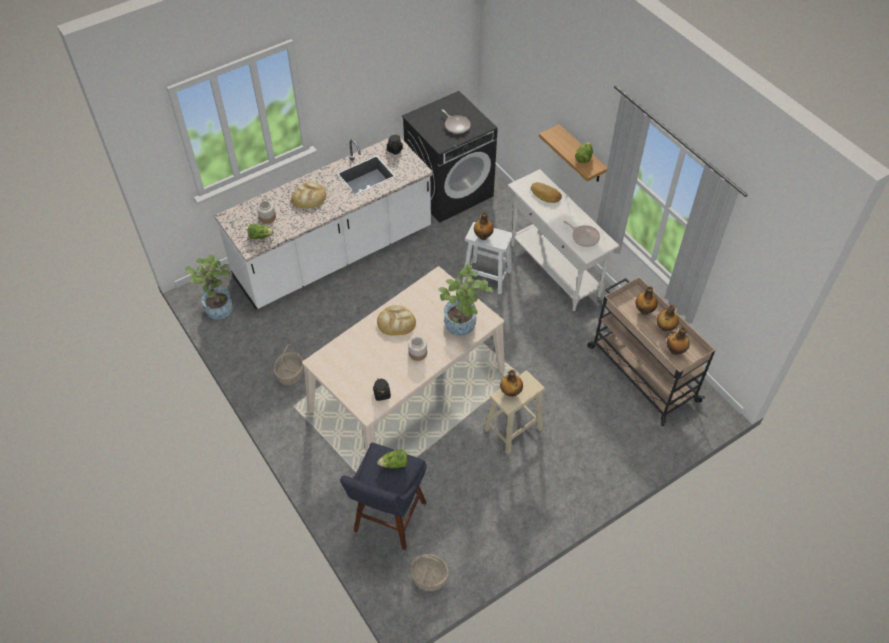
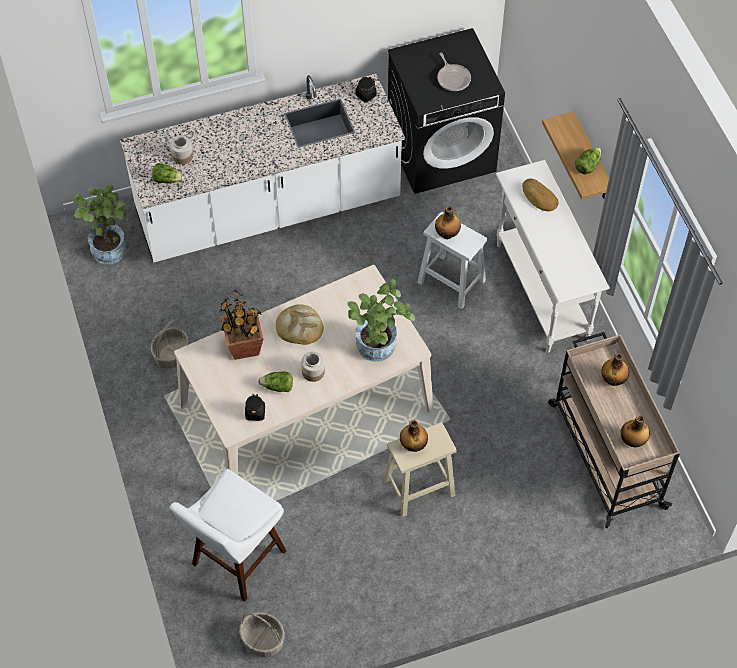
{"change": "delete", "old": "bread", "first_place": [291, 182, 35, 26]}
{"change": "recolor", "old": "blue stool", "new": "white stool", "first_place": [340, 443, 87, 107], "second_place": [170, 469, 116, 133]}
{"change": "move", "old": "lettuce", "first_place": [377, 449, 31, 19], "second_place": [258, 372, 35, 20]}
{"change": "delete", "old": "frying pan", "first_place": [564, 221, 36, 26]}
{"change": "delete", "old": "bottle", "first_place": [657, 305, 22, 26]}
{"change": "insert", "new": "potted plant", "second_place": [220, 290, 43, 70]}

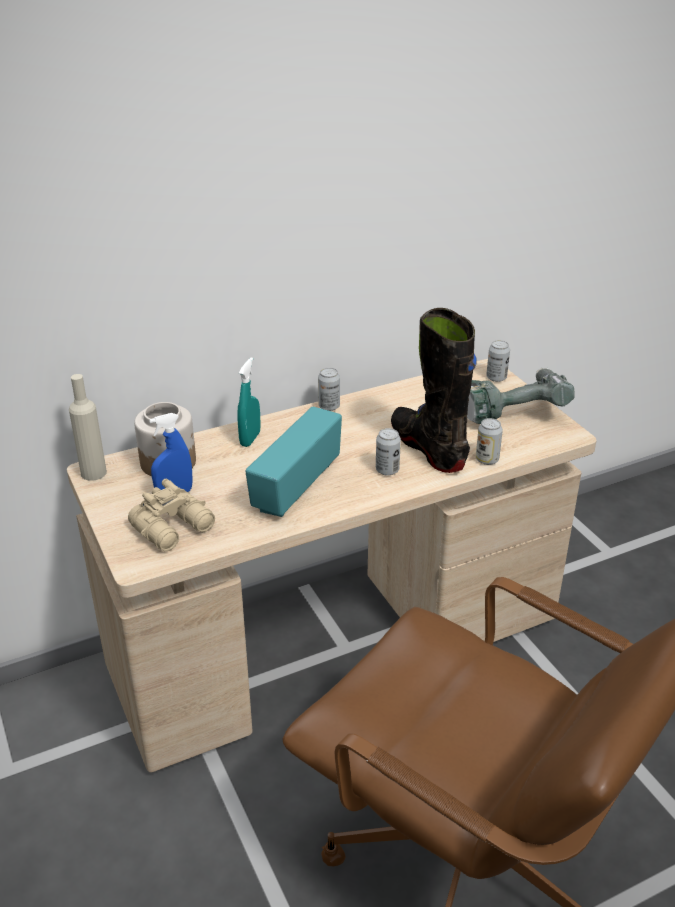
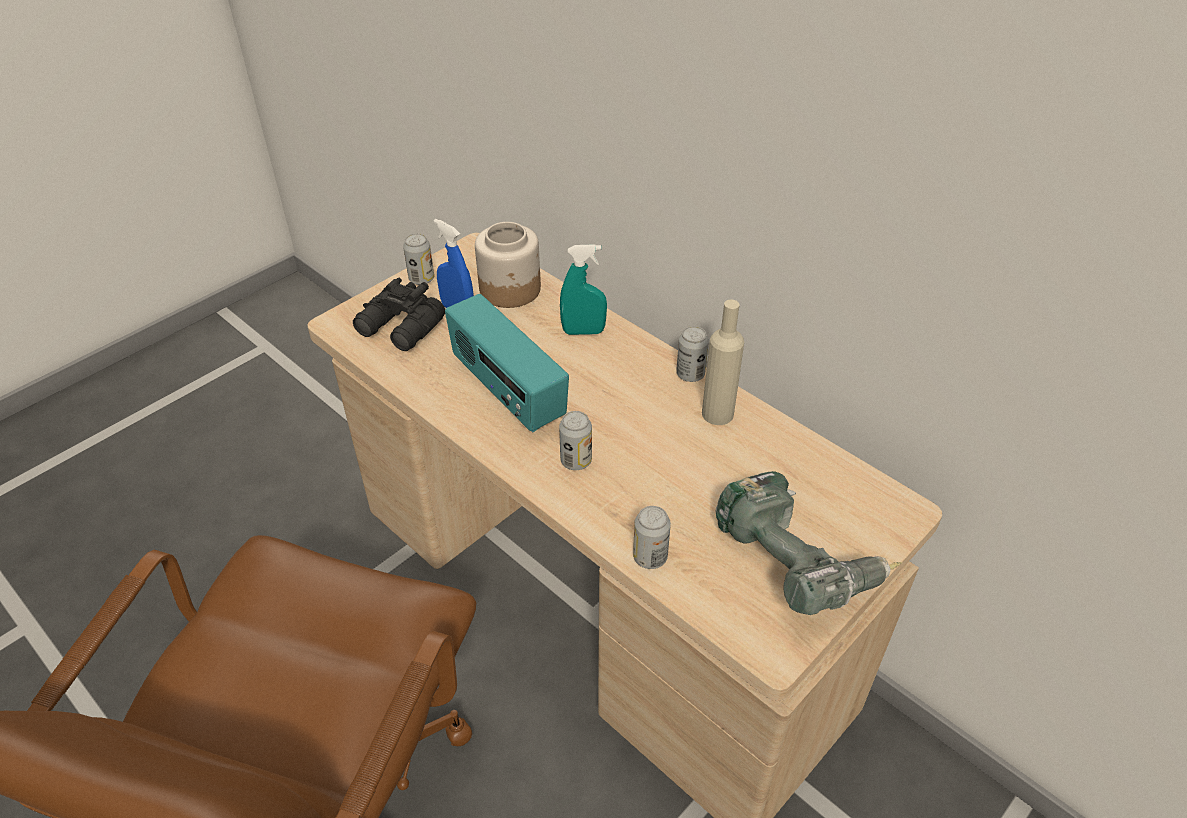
{"change": "move", "old": "beige bottle", "first_place": [69, 374, 38, 107], "second_place": [702, 299, 42, 126]}
{"change": "recolor", "old": "beige binoculars", "new": "black binoculars", "first_place": [128, 479, 87, 72], "second_place": [353, 278, 92, 73]}
{"change": "rotate", "old": "radio", "first_place": [245, 407, 97, 110], "second_place": [445, 294, 124, 138], "degrees": -135}
{"change": "delete", "old": "black boot", "first_place": [391, 308, 86, 165]}
{"change": "move", "old": "can", "first_place": [486, 340, 24, 42], "second_place": [403, 233, 31, 52]}

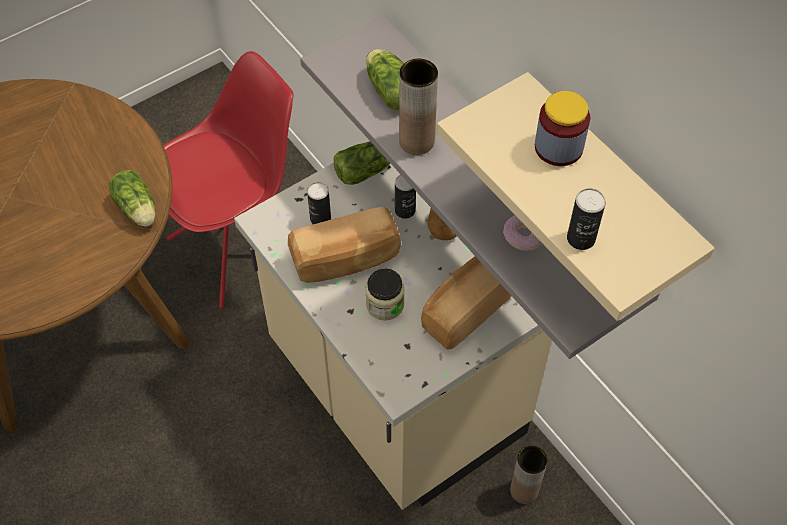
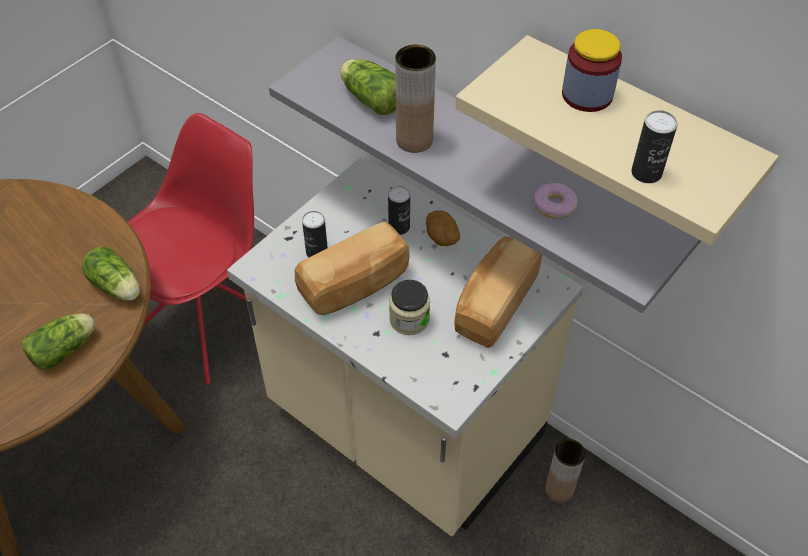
{"change": "move", "old": "lettuce", "first_place": [334, 142, 56, 43], "second_place": [22, 313, 73, 57]}

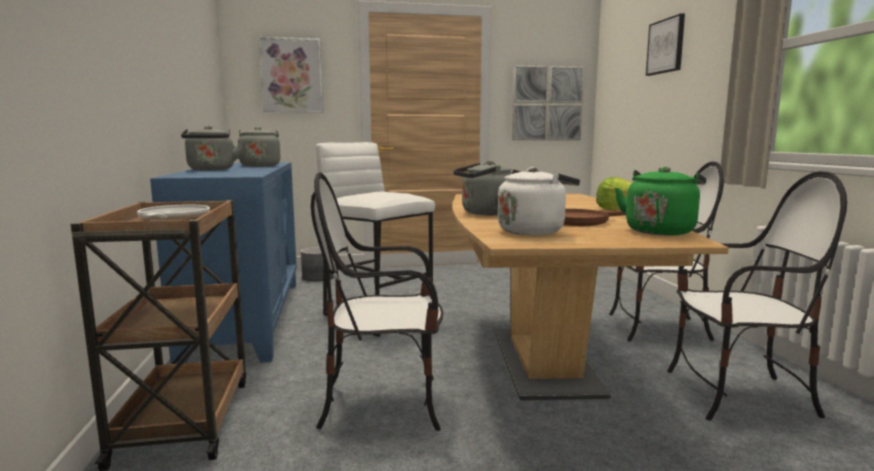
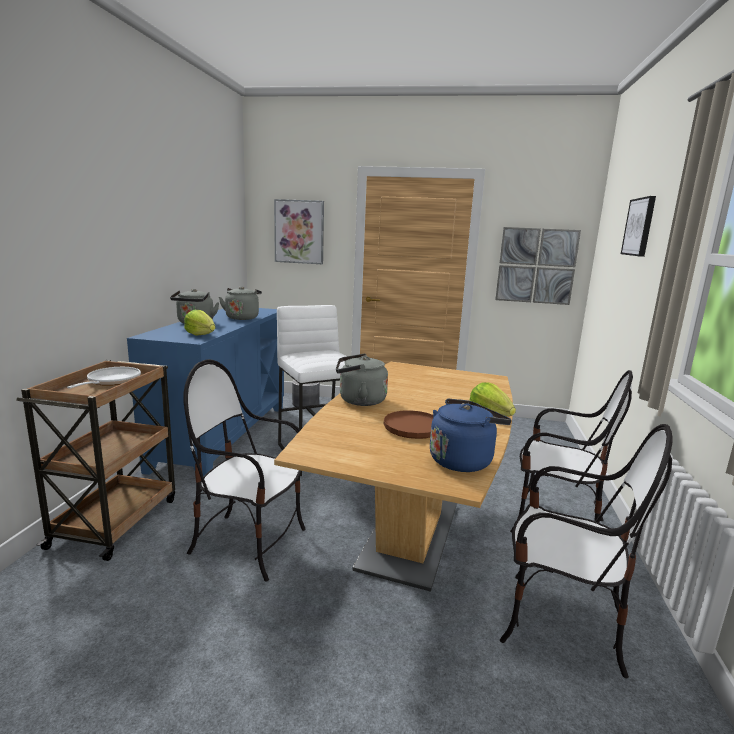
{"change": "delete", "old": "white kettle", "first_place": [498, 167, 82, 68]}
{"change": "recolor", "old": "green kettle", "new": "blue kettle", "first_place": [615, 167, 91, 69], "second_place": [430, 398, 81, 74]}
{"change": "insert", "new": "lettuce", "second_place": [184, 310, 31, 25]}

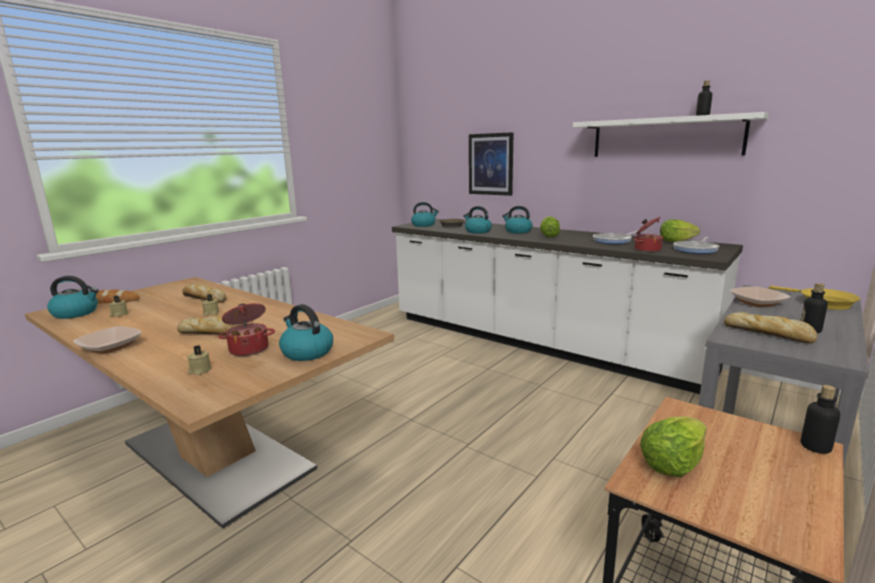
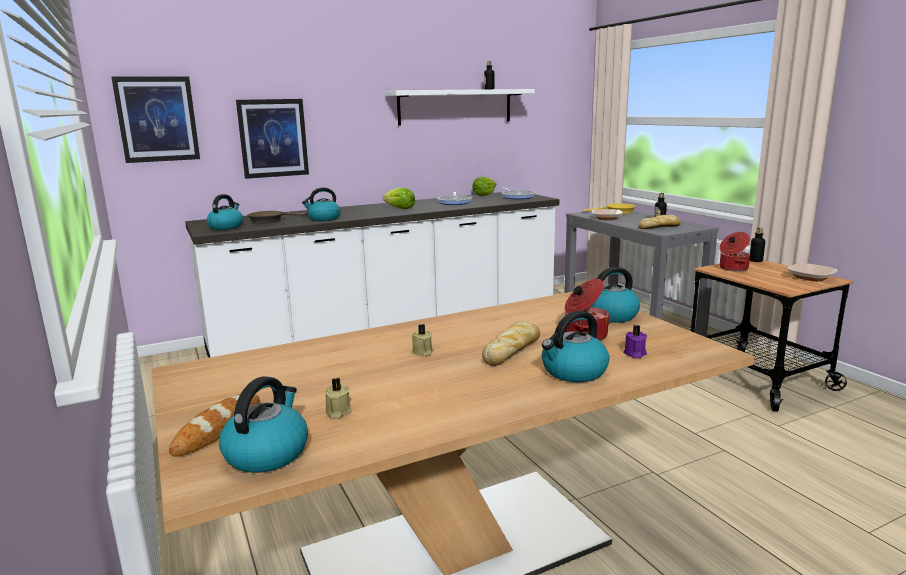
{"change": "move", "old": "bowl", "first_place": [73, 326, 69, 28], "second_place": [787, 263, 51, 19]}
{"change": "delete", "old": "bread", "first_place": [182, 284, 44, 19]}
{"change": "recolor", "old": "beige candle", "new": "purple candle", "first_place": [187, 345, 25, 30], "second_place": [623, 325, 24, 33]}
{"change": "move", "old": "kettle", "first_place": [502, 206, 30, 27], "second_place": [542, 310, 67, 72]}
{"change": "move", "old": "cooking pot", "first_place": [634, 217, 29, 35], "second_place": [719, 232, 31, 39]}
{"change": "delete", "old": "lettuce", "first_place": [640, 416, 67, 61]}
{"change": "insert", "new": "picture", "second_place": [111, 76, 89, 87]}

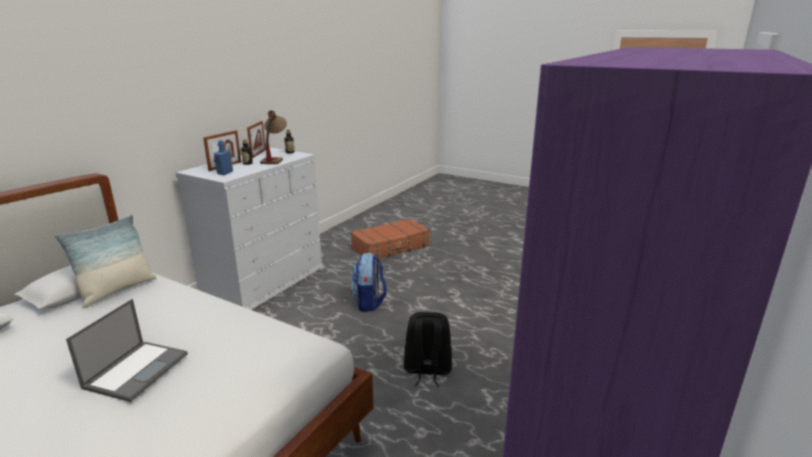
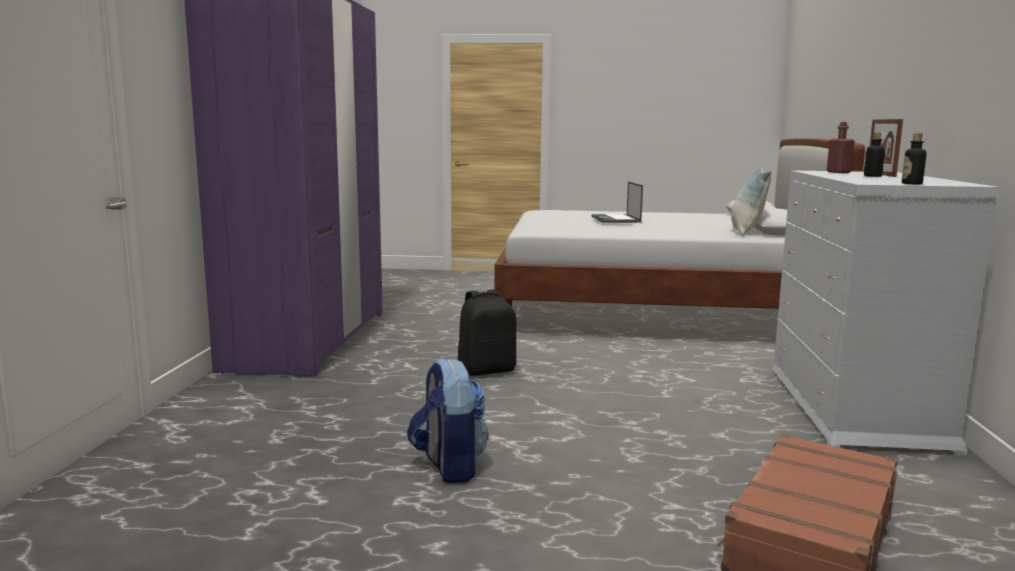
{"change": "recolor", "old": "blue bottle", "new": "red bottle", "first_place": [214, 140, 19, 35], "second_place": [827, 122, 28, 51]}
{"change": "delete", "old": "picture frame", "first_place": [247, 121, 19, 37]}
{"change": "delete", "old": "table lamp", "first_place": [260, 110, 27, 54]}
{"change": "move", "old": "backpack", "first_place": [350, 253, 37, 59], "second_place": [407, 357, 81, 126]}

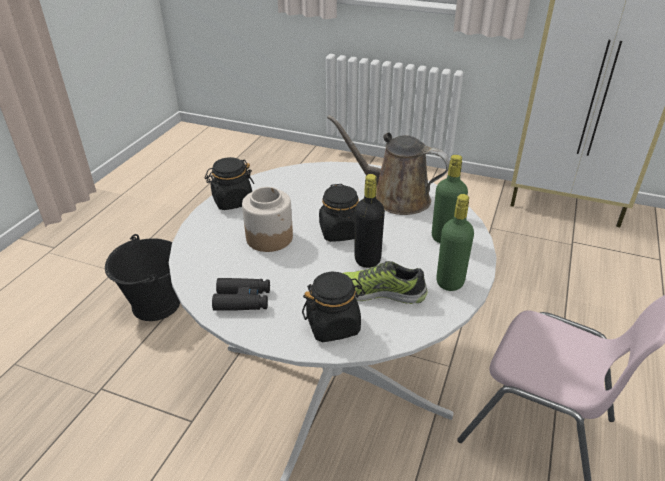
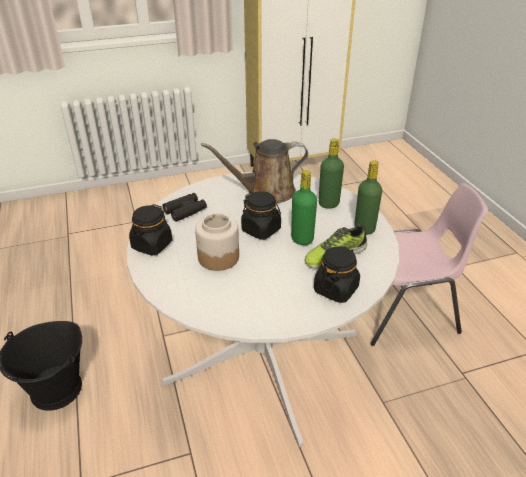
{"change": "move", "old": "black binoculars", "first_place": [212, 278, 58, 33], "second_place": [162, 193, 45, 29]}
{"change": "recolor", "old": "black bottle", "new": "green bottle", "first_place": [354, 174, 31, 94], "second_place": [291, 170, 26, 75]}

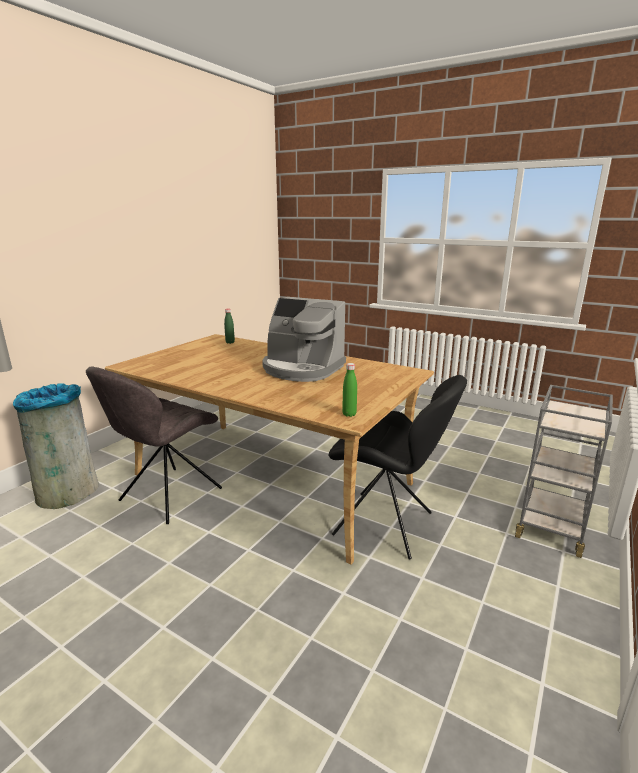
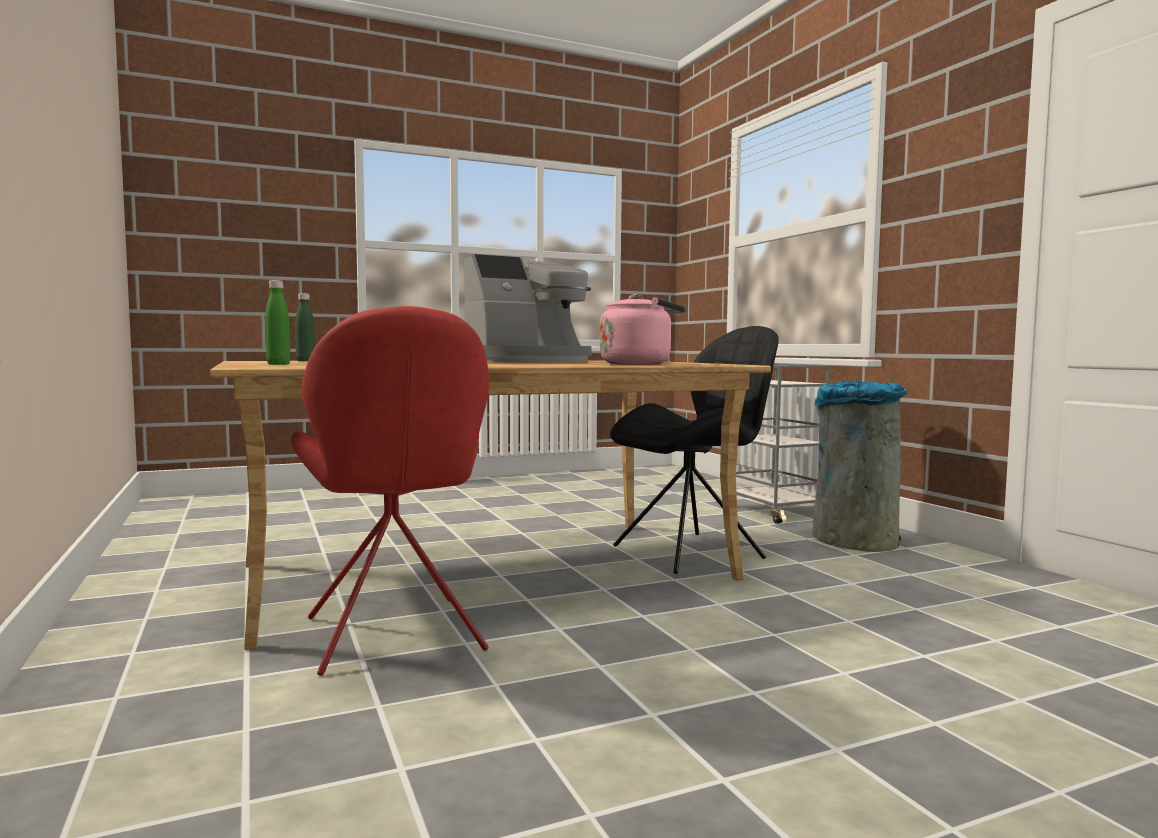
{"change": "move", "old": "grey trash can", "first_place": [13, 383, 86, 126], "second_place": [812, 381, 95, 171]}
{"change": "recolor", "old": "grey chair", "new": "red chair", "first_place": [86, 366, 136, 158], "second_place": [291, 306, 198, 370]}
{"change": "move", "old": "green bottle", "first_place": [342, 363, 15, 54], "second_place": [265, 280, 25, 85]}
{"change": "insert", "new": "pink kettle", "second_place": [600, 294, 86, 71]}

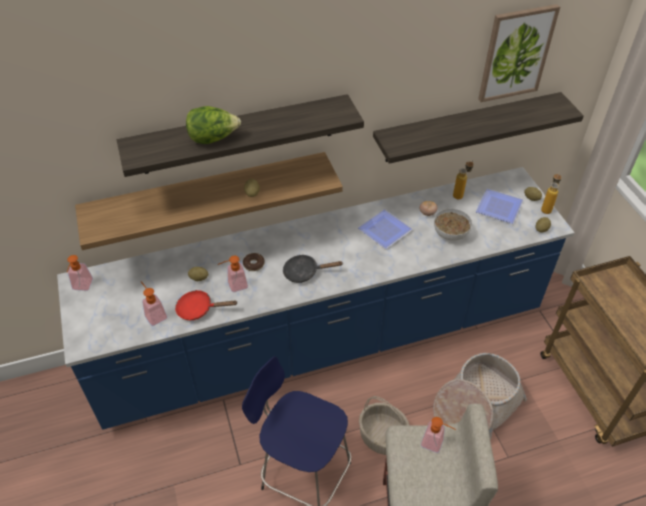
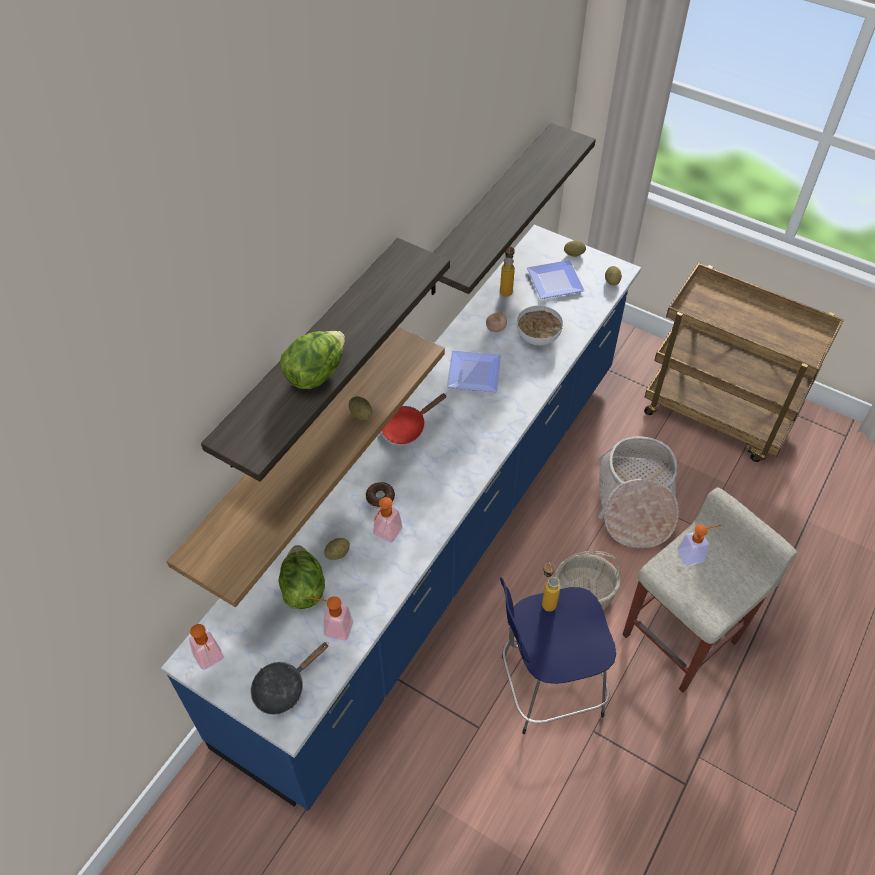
{"change": "move", "old": "red frying pan", "first_place": [175, 290, 62, 31], "second_place": [382, 393, 64, 51]}
{"change": "move", "old": "black frying pan", "first_place": [283, 255, 60, 28], "second_place": [251, 642, 78, 73]}
{"change": "delete", "old": "picture", "first_place": [478, 4, 82, 98]}
{"change": "move", "old": "bottle", "first_place": [541, 174, 21, 40], "second_place": [542, 561, 18, 51]}
{"change": "insert", "new": "lettuce", "second_place": [278, 545, 47, 64]}

